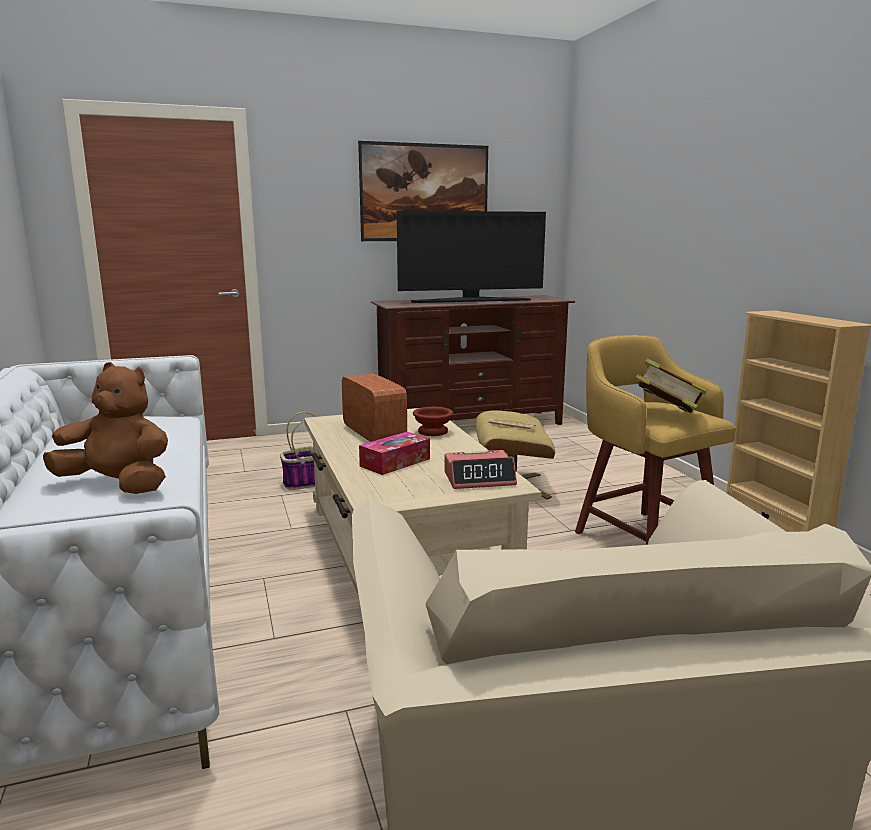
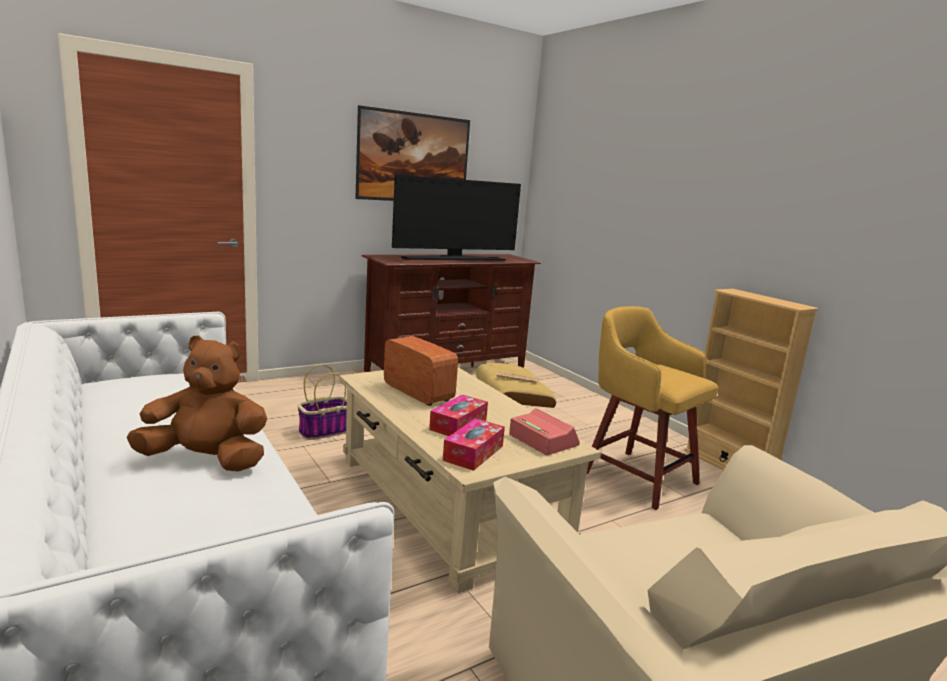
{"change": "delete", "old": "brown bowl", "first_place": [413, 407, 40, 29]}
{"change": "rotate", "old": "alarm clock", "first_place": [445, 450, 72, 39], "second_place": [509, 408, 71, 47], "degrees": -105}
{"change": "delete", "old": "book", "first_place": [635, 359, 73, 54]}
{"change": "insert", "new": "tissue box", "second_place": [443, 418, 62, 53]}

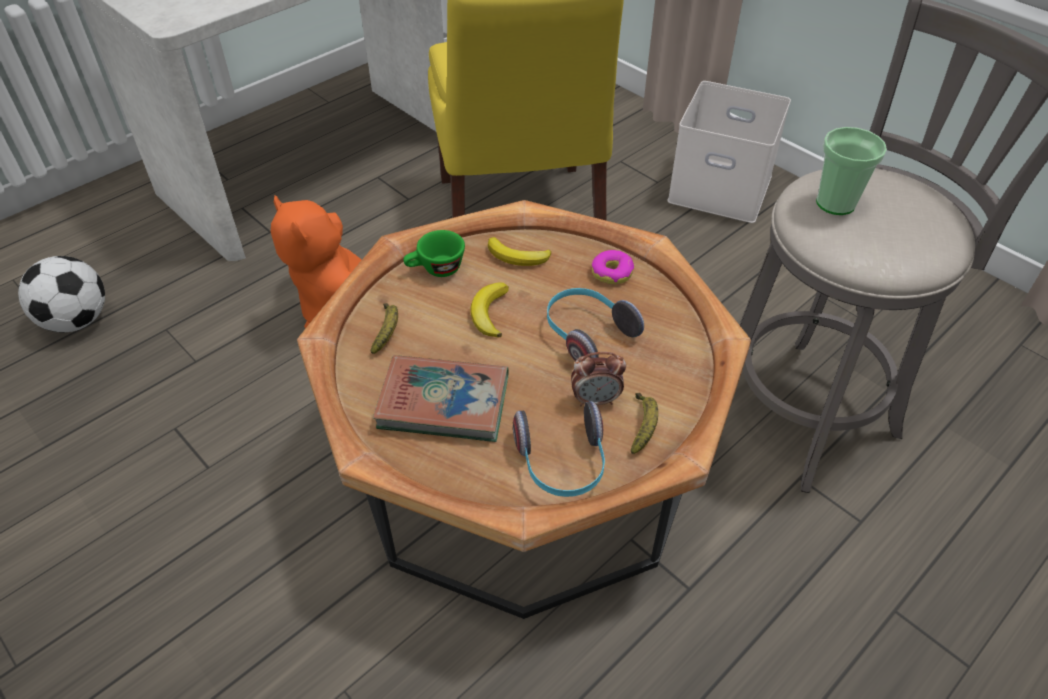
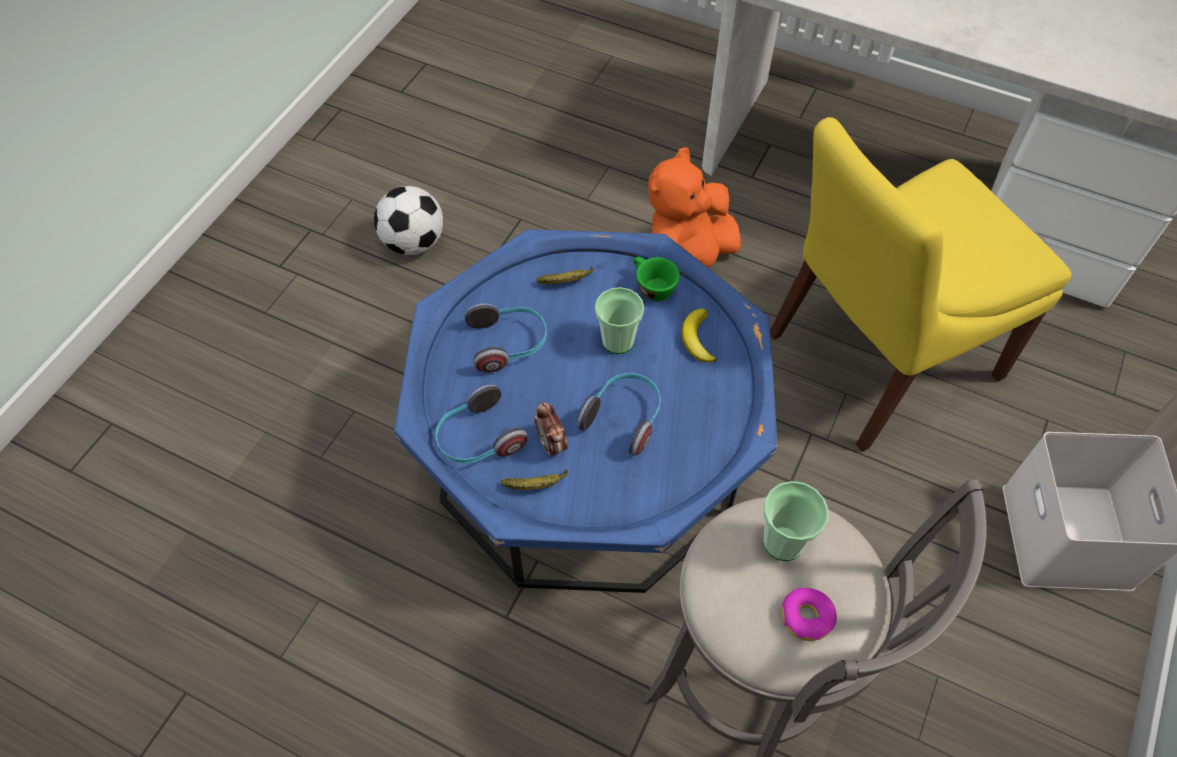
{"change": "move", "old": "football", "first_place": [18, 256, 87, 77], "second_place": [374, 186, 69, 69]}
{"change": "recolor", "old": "brown coffee table", "new": "blue coffee table", "first_place": [297, 200, 454, 419], "second_place": [394, 229, 384, 364]}
{"change": "replace", "old": "book", "new": "headphones", "first_place": [373, 355, 136, 87], "second_place": [465, 303, 82, 70]}
{"change": "replace", "old": "banana", "new": "cup", "first_place": [470, 282, 39, 56], "second_place": [595, 287, 49, 67]}
{"change": "move", "old": "donut", "first_place": [592, 250, 42, 34], "second_place": [782, 588, 55, 53]}

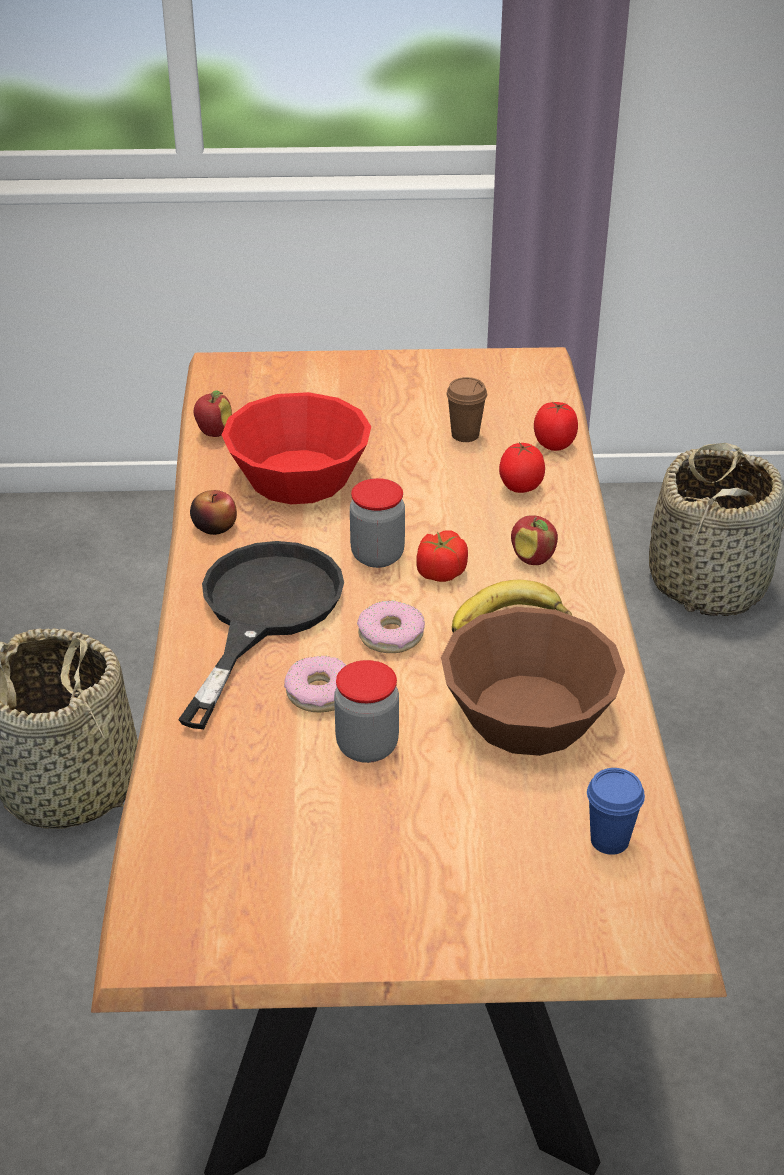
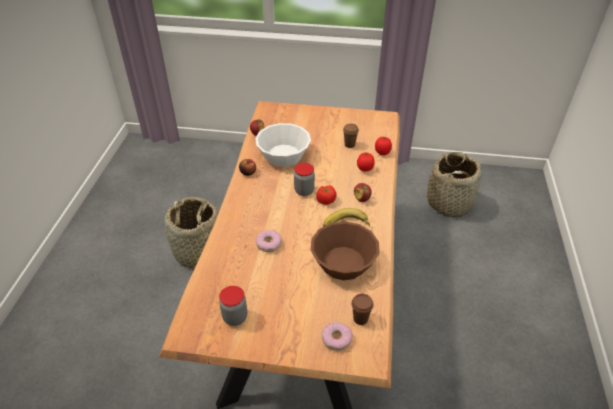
{"change": "delete", "old": "black frying pan", "first_place": [178, 541, 166, 188]}
{"change": "recolor", "old": "red bowl", "new": "white bowl", "first_place": [222, 392, 149, 112], "second_place": [255, 123, 56, 44]}
{"change": "move", "old": "jar", "first_place": [334, 660, 65, 103], "second_place": [219, 286, 28, 40]}
{"change": "move", "old": "donut", "first_place": [357, 600, 68, 53], "second_place": [322, 322, 30, 29]}
{"change": "recolor", "old": "blue cup", "new": "brown cup", "first_place": [587, 768, 58, 87], "second_place": [351, 293, 22, 32]}

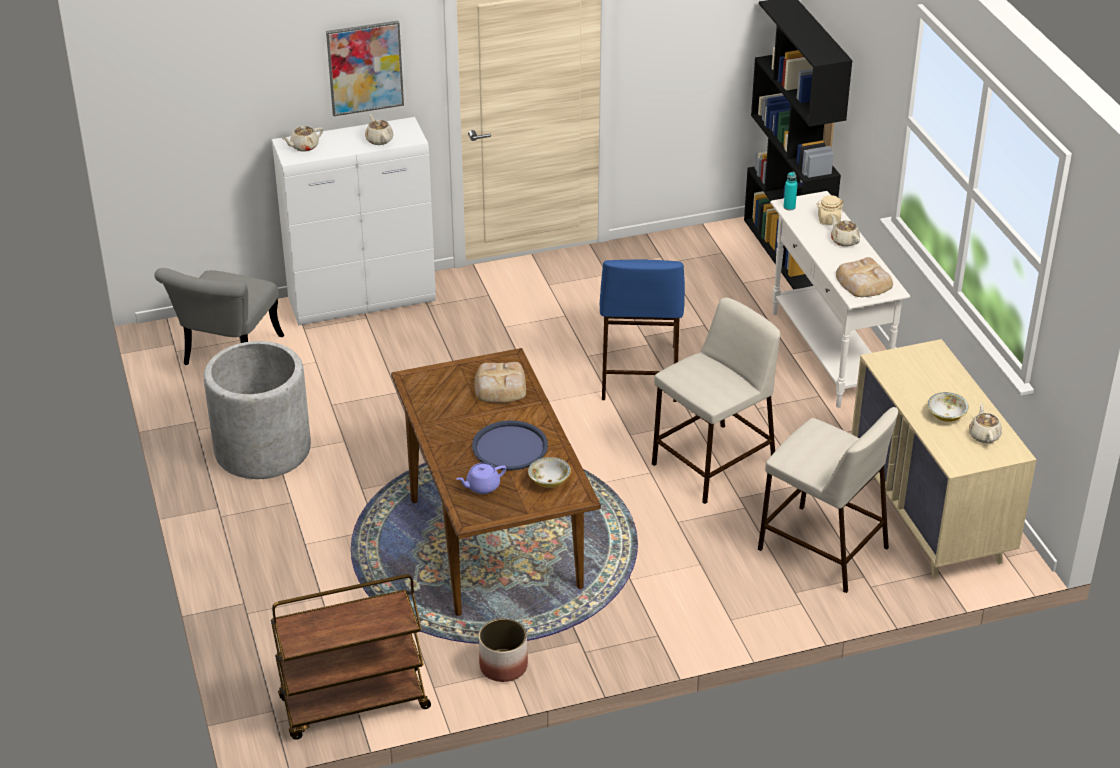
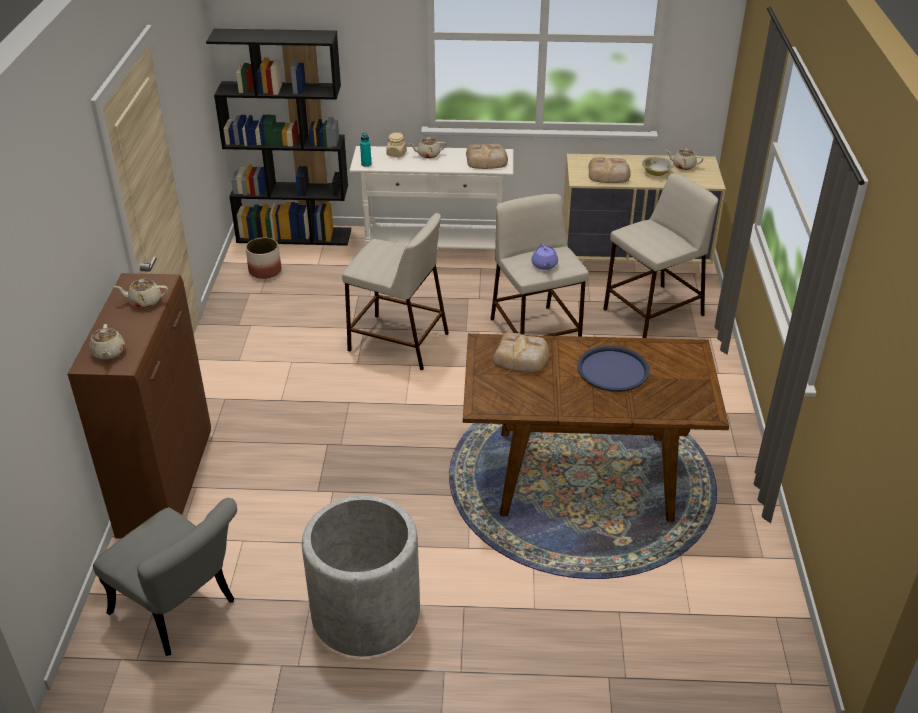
{"change": "delete", "old": "brown cart", "first_place": [271, 574, 160, 166]}
{"change": "recolor", "old": "white cabinet", "new": "brown cabinet", "first_place": [272, 117, 164, 209], "second_place": [68, 273, 143, 266]}
{"change": "delete", "old": "picture", "first_place": [326, 21, 78, 95]}
{"change": "move", "old": "purple teapot", "first_place": [456, 463, 50, 31], "second_place": [531, 243, 27, 27]}
{"change": "move", "old": "planter", "first_place": [479, 618, 49, 64], "second_place": [246, 238, 35, 41]}
{"change": "delete", "old": "bowl", "first_place": [528, 457, 43, 31]}
{"change": "recolor", "old": "blue stool", "new": "beige stool", "first_place": [600, 260, 85, 142], "second_place": [342, 213, 107, 157]}
{"change": "insert", "new": "bread", "second_place": [588, 157, 43, 26]}

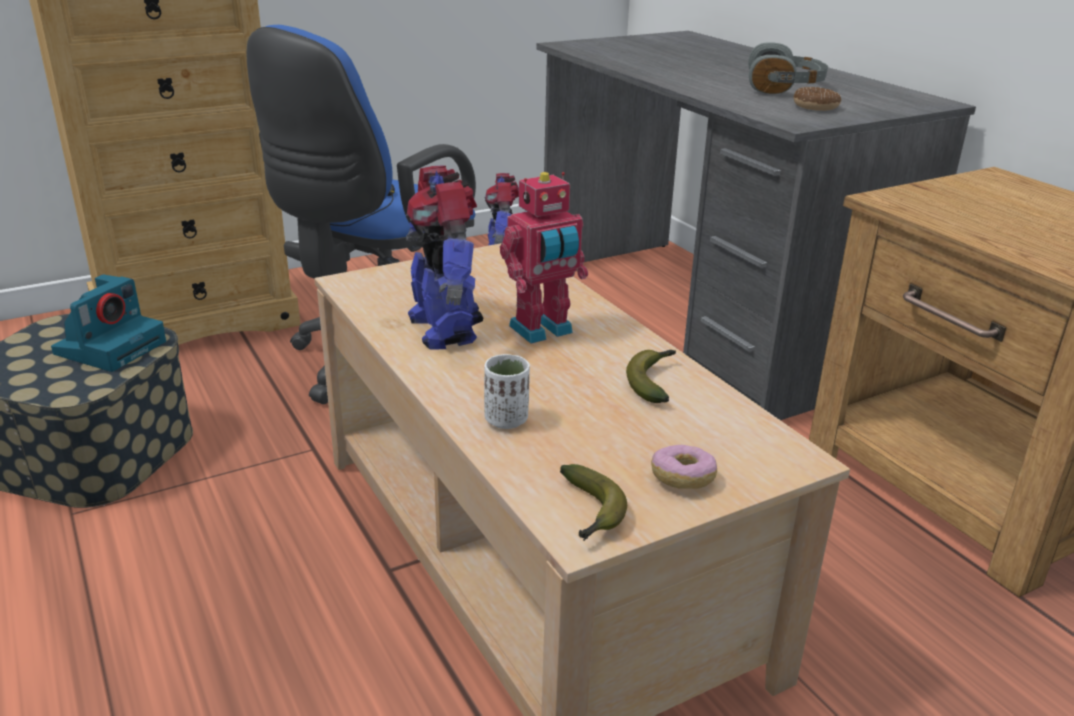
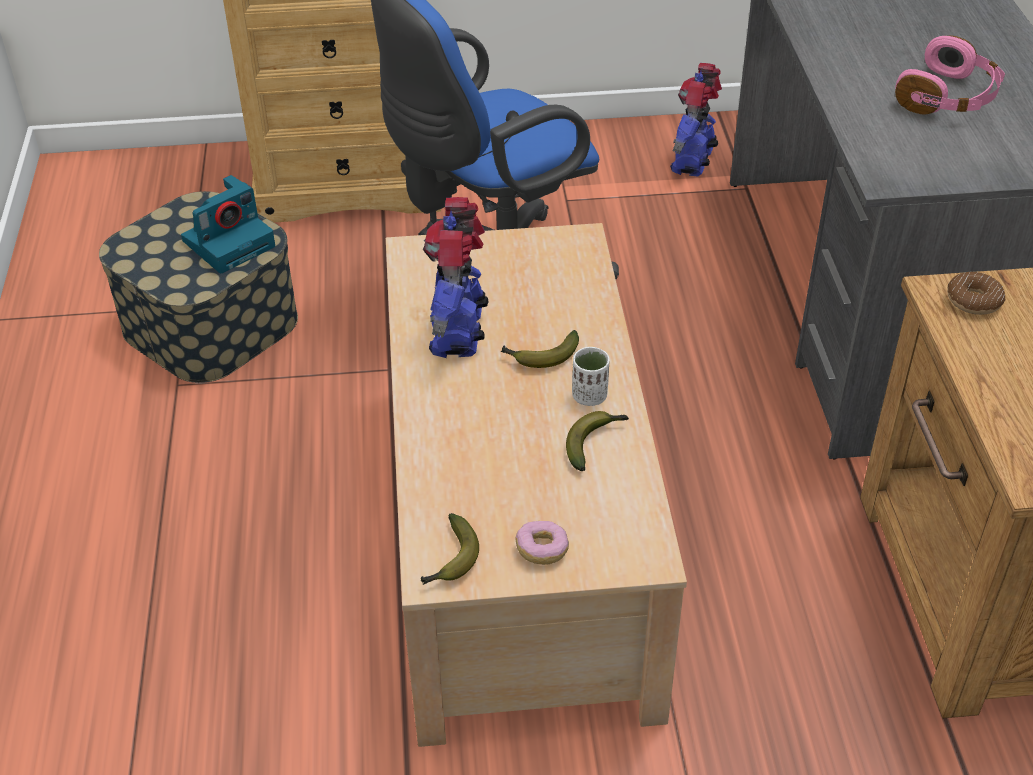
{"change": "move", "old": "white cup", "first_place": [484, 354, 46, 75], "second_place": [572, 347, 38, 59]}
{"change": "replace", "old": "toy robot", "new": "banana", "first_place": [500, 172, 88, 172], "second_place": [501, 330, 78, 38]}
{"change": "recolor", "old": "grey headphones", "new": "pink headphones", "first_place": [748, 42, 80, 52], "second_place": [895, 35, 110, 80]}
{"change": "move", "old": "donut", "first_place": [794, 87, 47, 24], "second_place": [947, 272, 58, 43]}

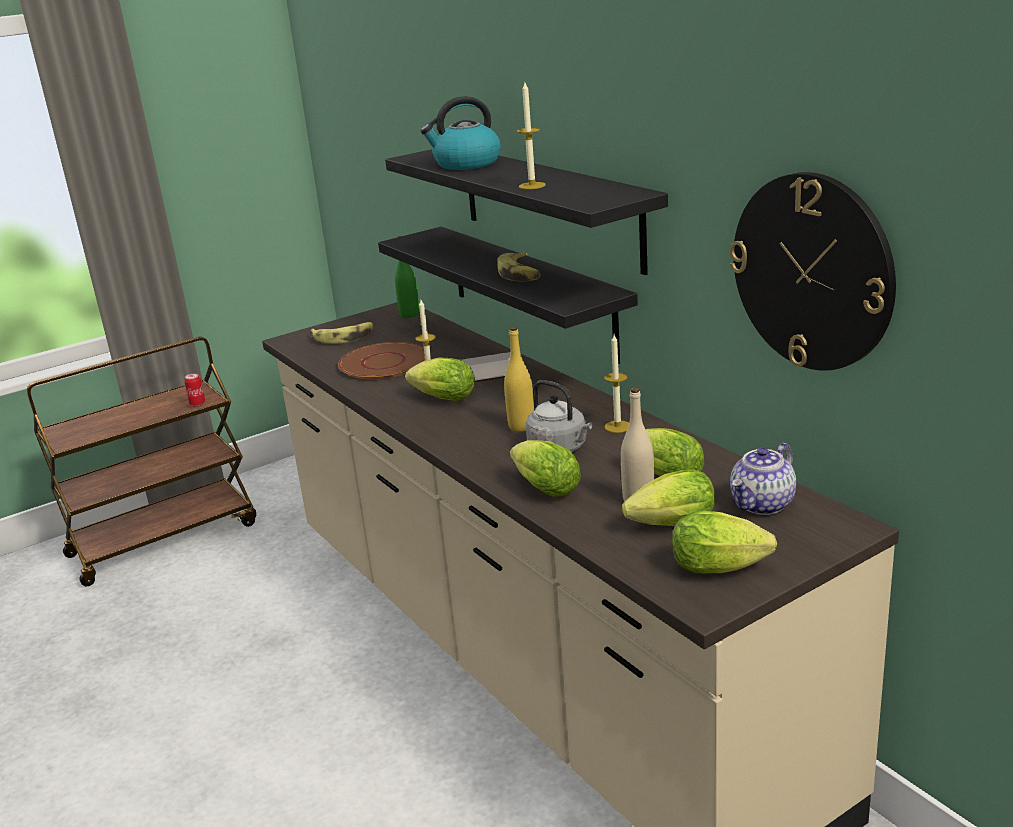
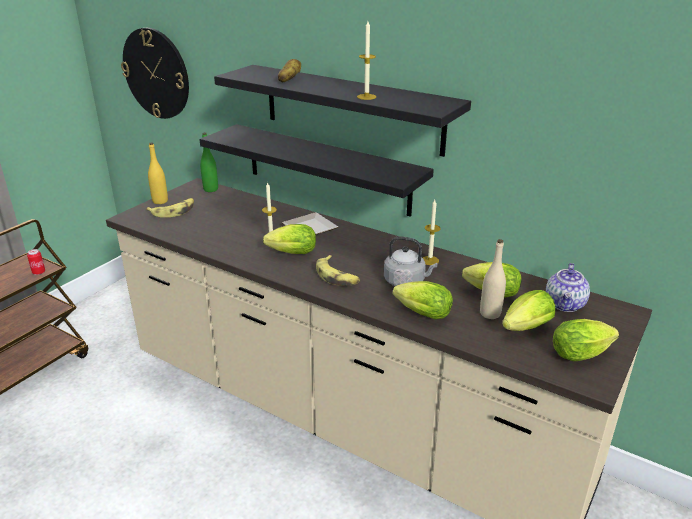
{"change": "delete", "old": "brown plate", "first_place": [338, 342, 87, 38]}
{"change": "replace", "old": "kettle", "new": "potato", "first_place": [420, 96, 81, 74], "second_place": [278, 59, 23, 24]}
{"change": "move", "old": "banana", "first_place": [497, 252, 44, 29], "second_place": [316, 255, 44, 31]}
{"change": "move", "old": "yellow bottle", "first_place": [504, 327, 30, 105], "second_place": [148, 142, 20, 62]}
{"change": "move", "old": "wall clock", "first_place": [730, 172, 166, 199], "second_place": [121, 28, 68, 91]}

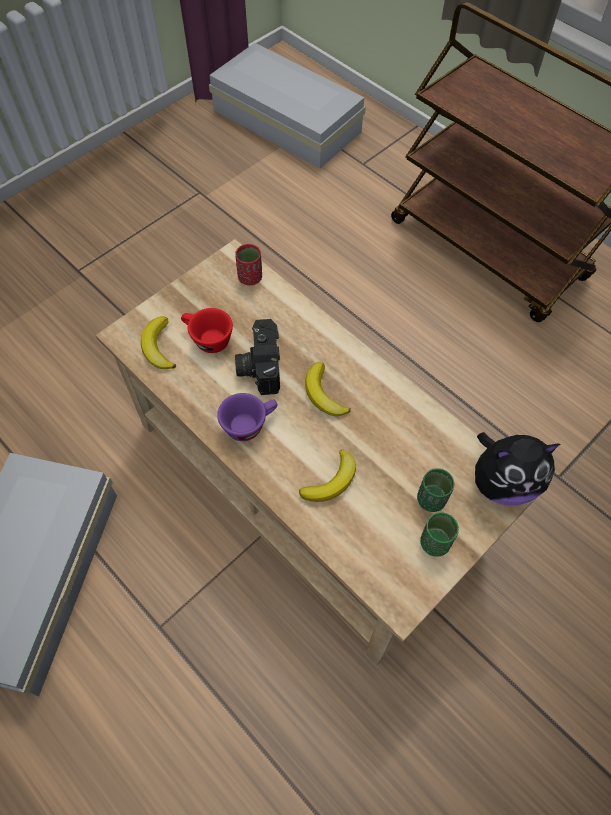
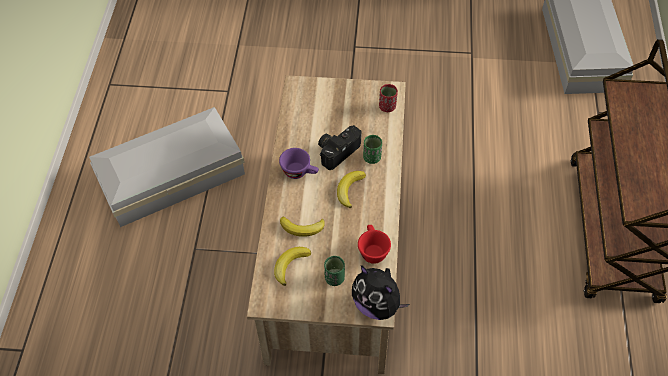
{"change": "move", "old": "banana", "first_place": [141, 316, 35, 53], "second_place": [274, 247, 37, 39]}
{"change": "move", "old": "red cup", "first_place": [181, 308, 52, 45], "second_place": [358, 225, 33, 39]}
{"change": "move", "old": "green cup", "first_place": [420, 512, 39, 45], "second_place": [363, 135, 19, 29]}

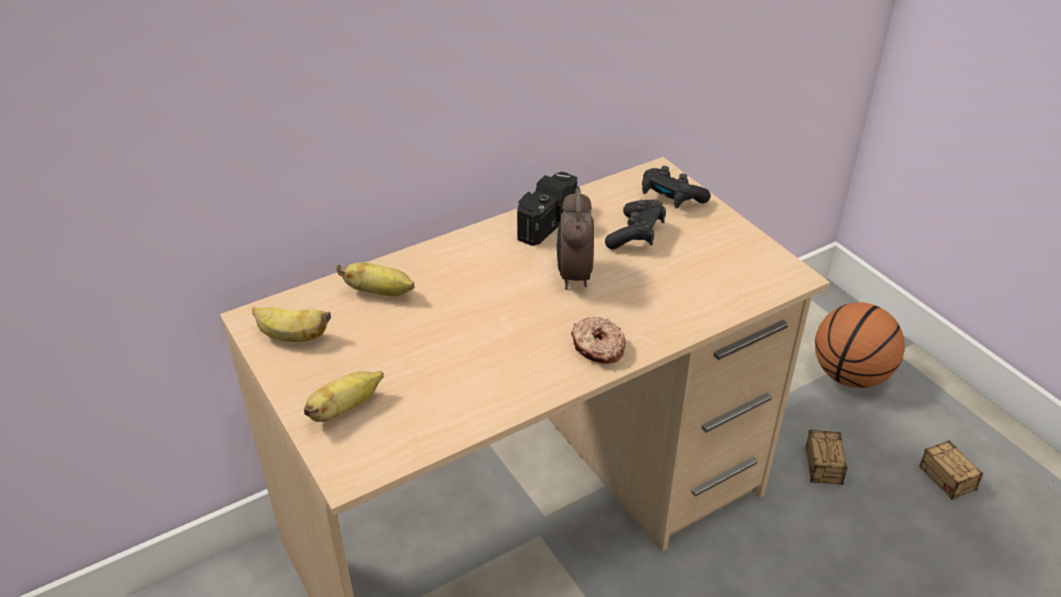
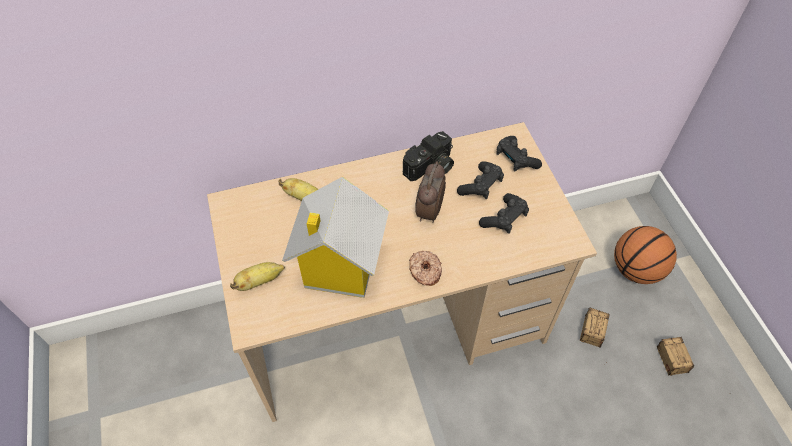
{"change": "delete", "old": "banana", "first_place": [252, 307, 79, 35]}
{"change": "insert", "new": "toy house", "second_place": [282, 177, 107, 121]}
{"change": "insert", "new": "black game controller", "second_place": [479, 193, 50, 41]}

